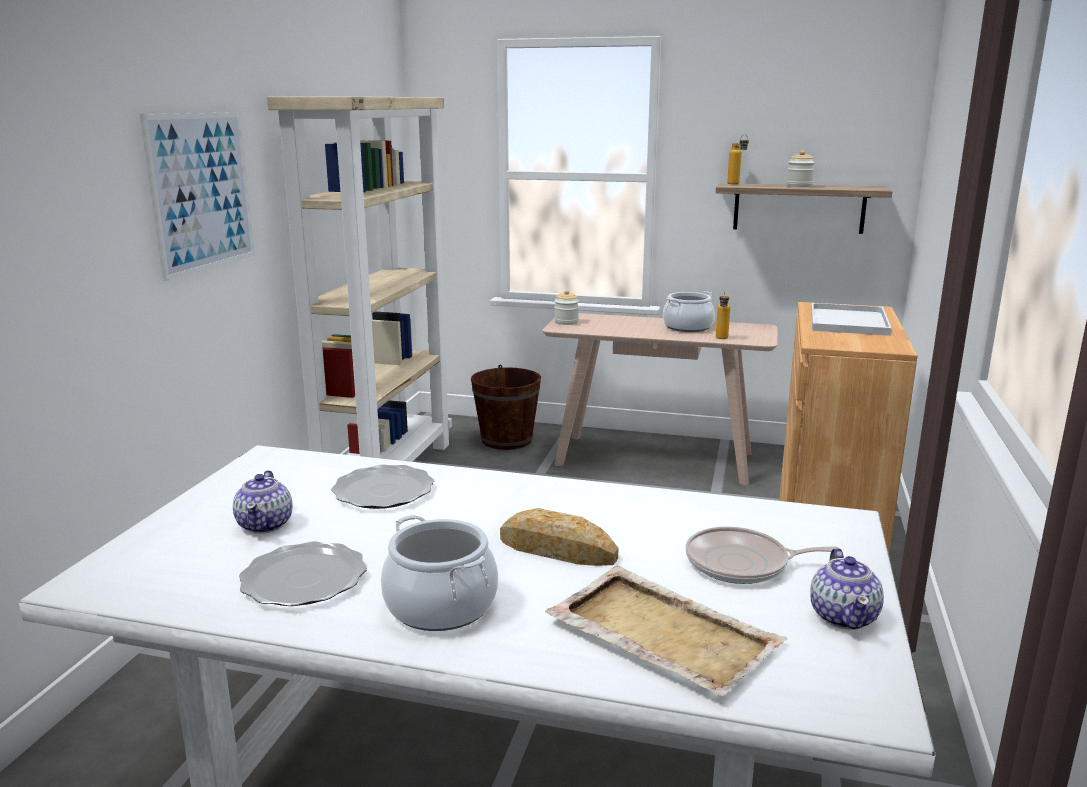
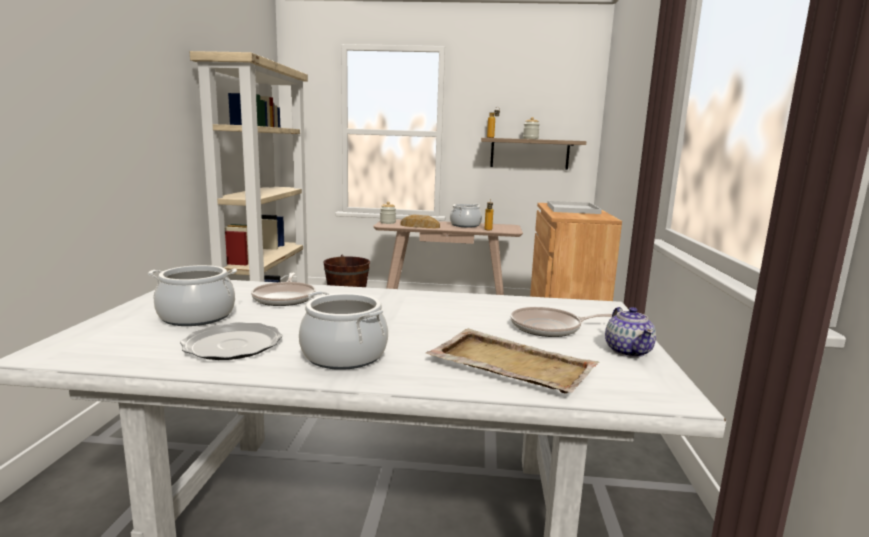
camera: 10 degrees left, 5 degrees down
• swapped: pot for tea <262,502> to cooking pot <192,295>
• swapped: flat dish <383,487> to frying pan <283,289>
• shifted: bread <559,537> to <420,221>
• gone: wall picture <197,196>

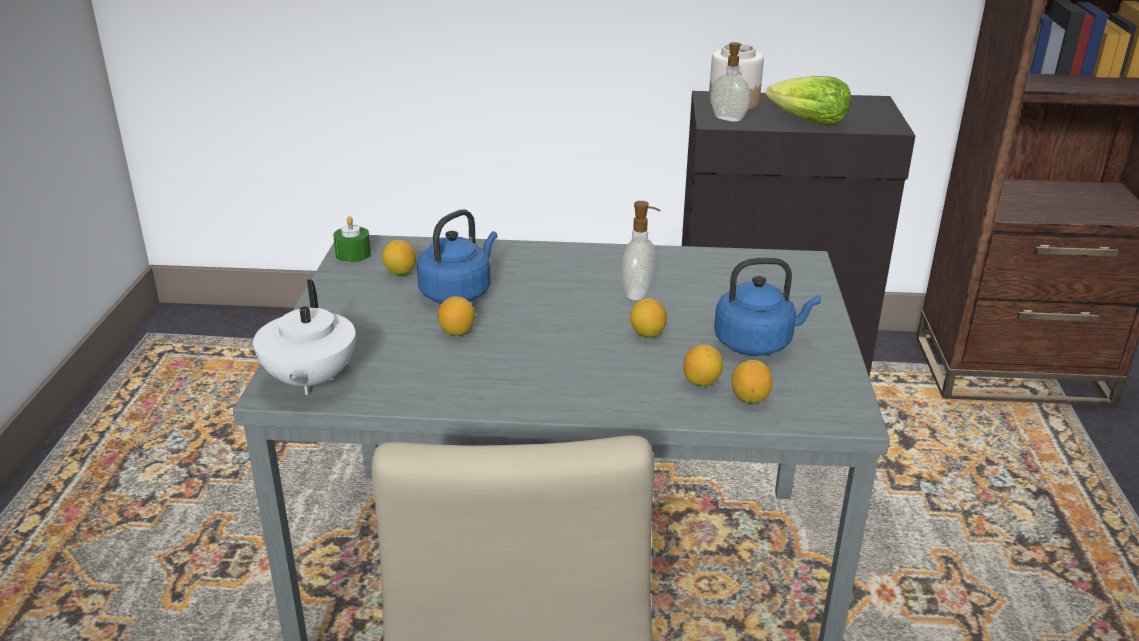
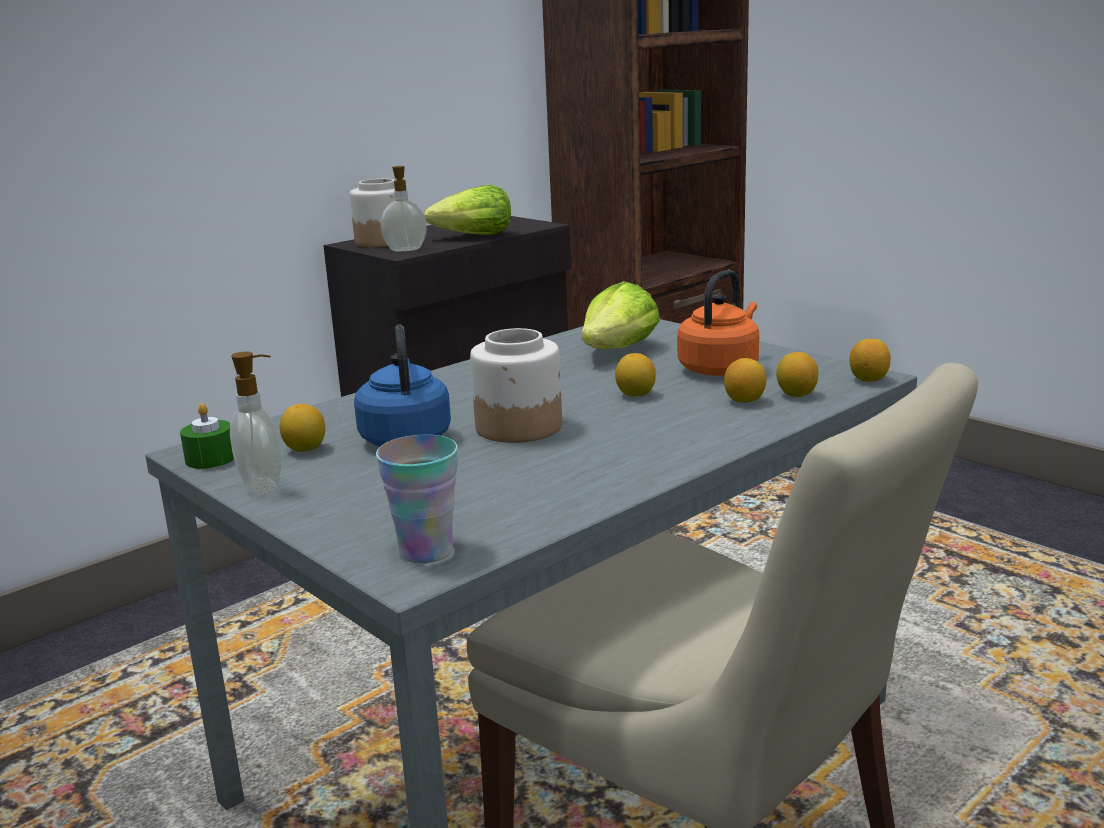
camera: 45 degrees left, 10 degrees down
• shifted: liquid soap bottle <641,250> to <255,423>
• swapped: pot for tea/whitish <304,337> to cup <417,499>
• new: preserve jar <516,385>
• new: head of lettuce <621,315>
• repainted: kettle/bluish <767,307> to kettle/orange <718,323>
• shifted: citrus fruit <456,316> to <870,360>

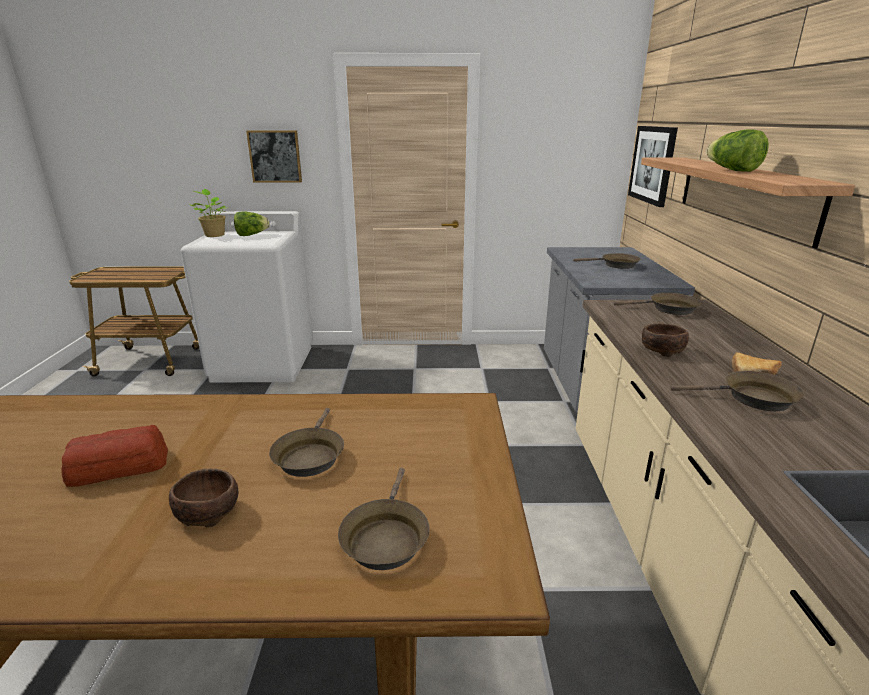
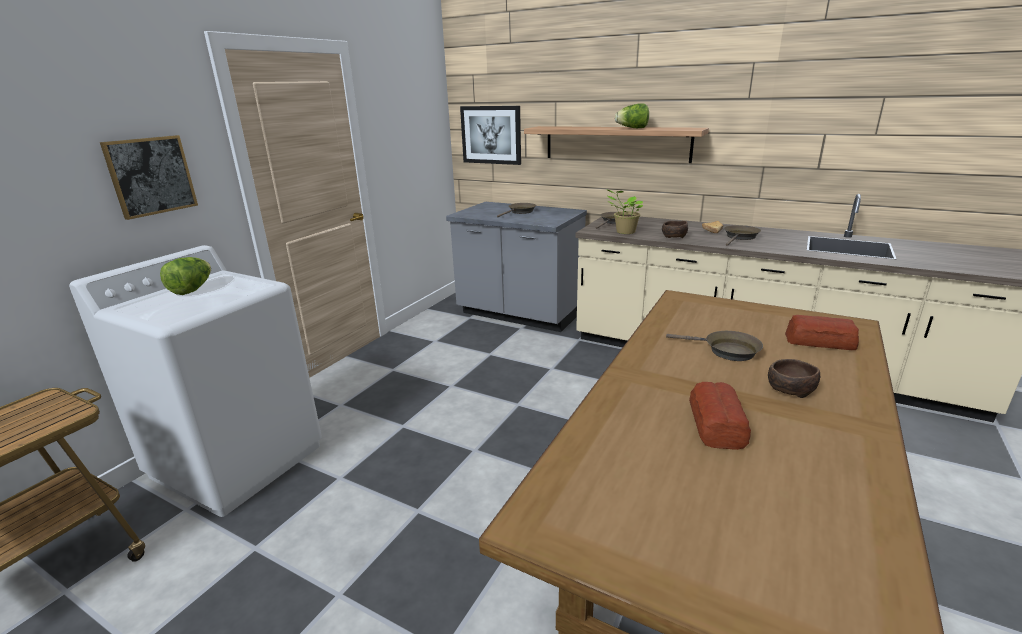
camera: 60 degrees left, 0 degrees up
• shifted: potted plant <207,213> to <624,211>
• swapped: frying pan/brown-coloured <384,519> to bread <822,332>

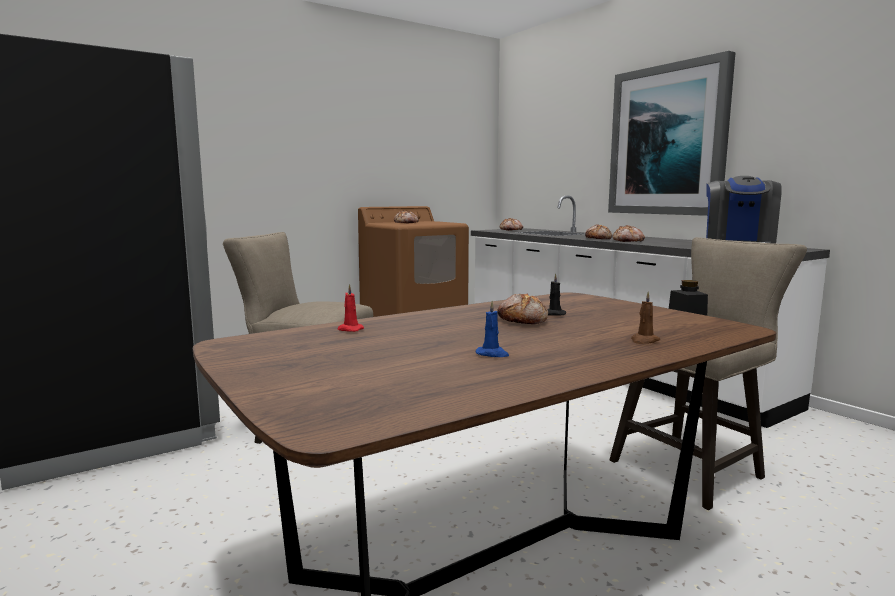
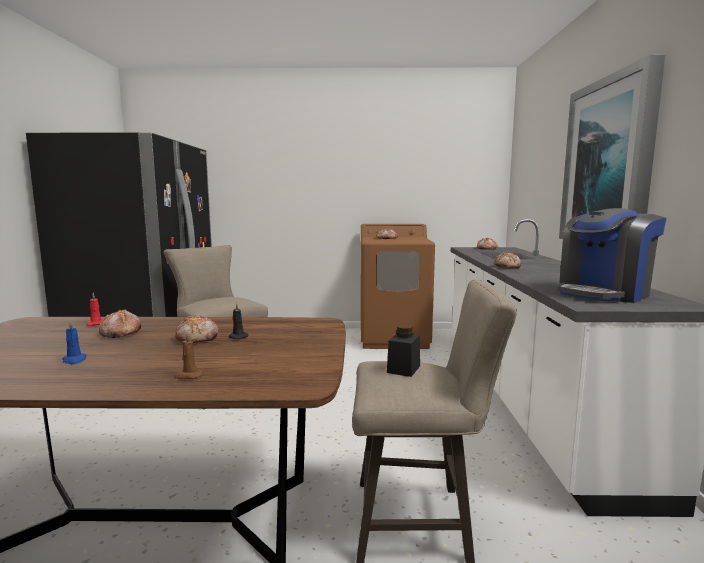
camera: 35 degrees right, 0 degrees up
• shifted: bread <628,233> to <120,324>

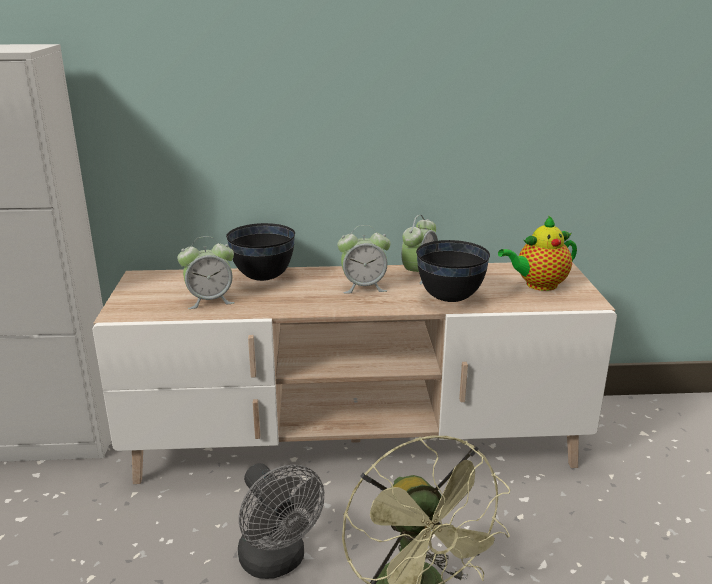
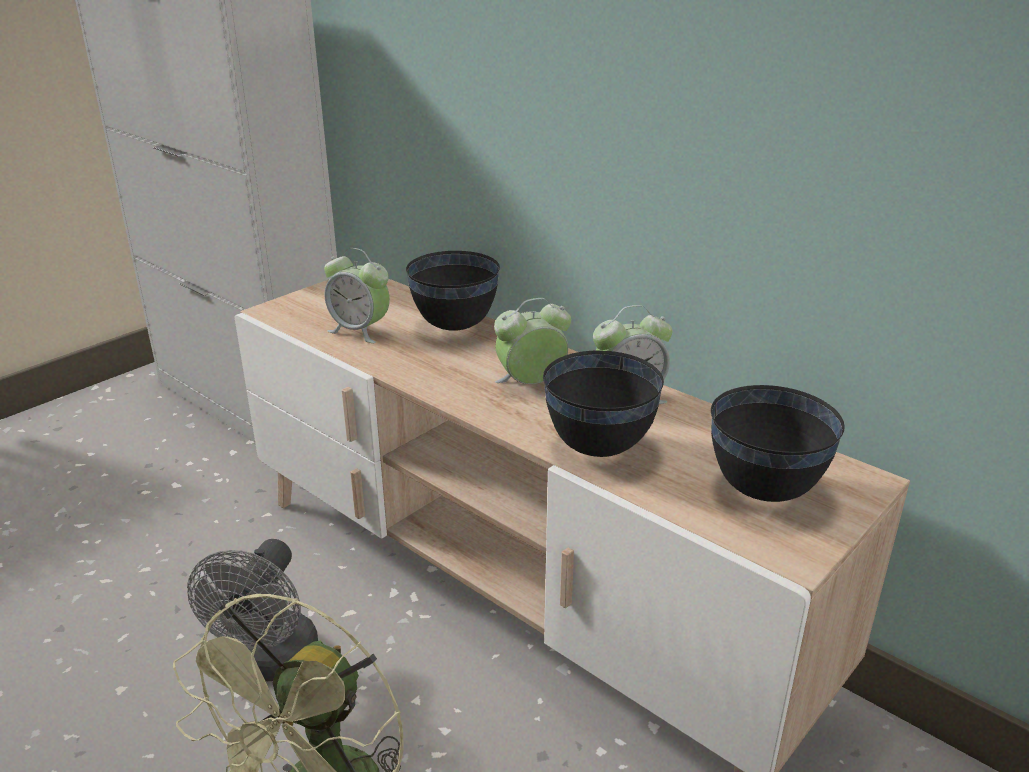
camera: 45 degrees right, 5 degrees up
• rotated: alarm clock <363,259> = <532,341> 120 degrees clockwise
• swapped: pot for tea <537,253> to serving bowl/blackish <778,443>

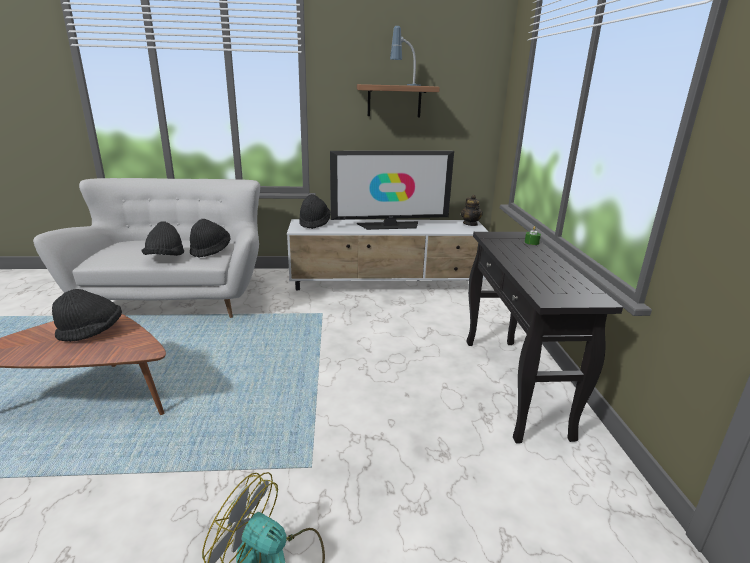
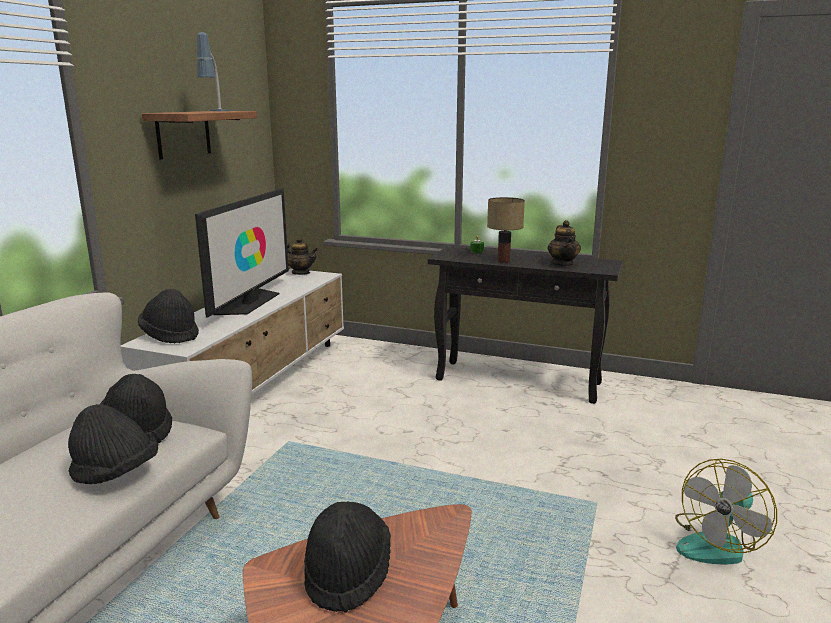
camera: 65 degrees left, 5 degrees down
• new: tabletop lamp <506,230>
• new: pot for tea <564,243>

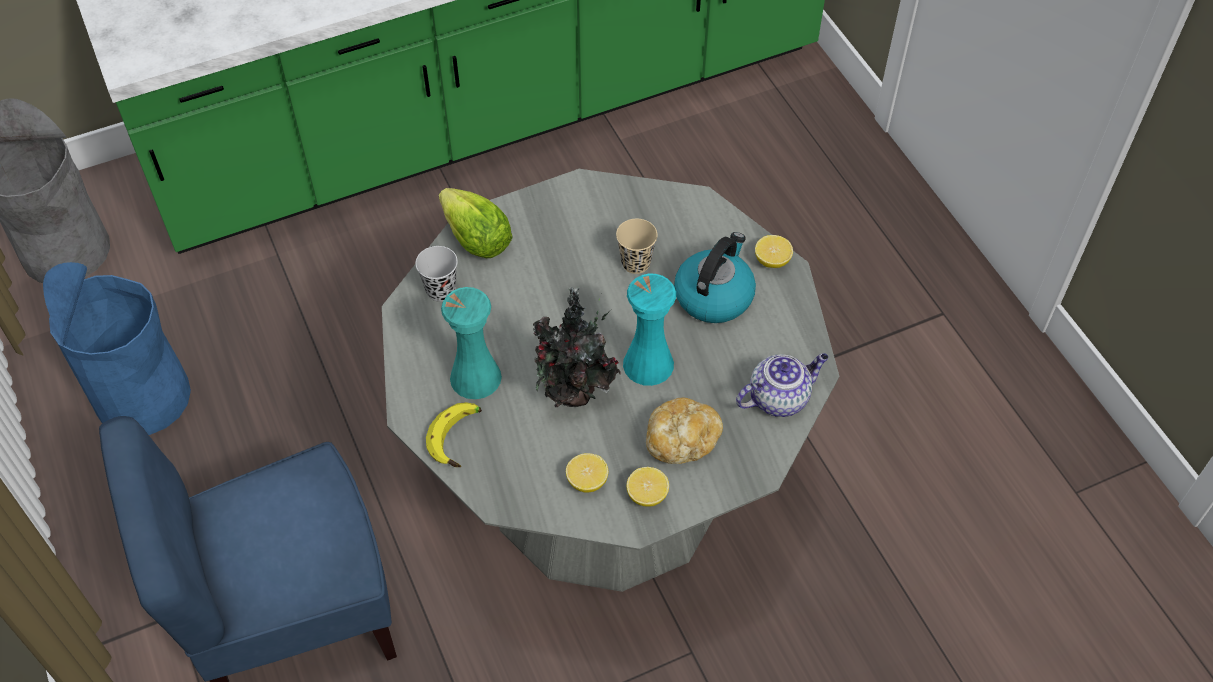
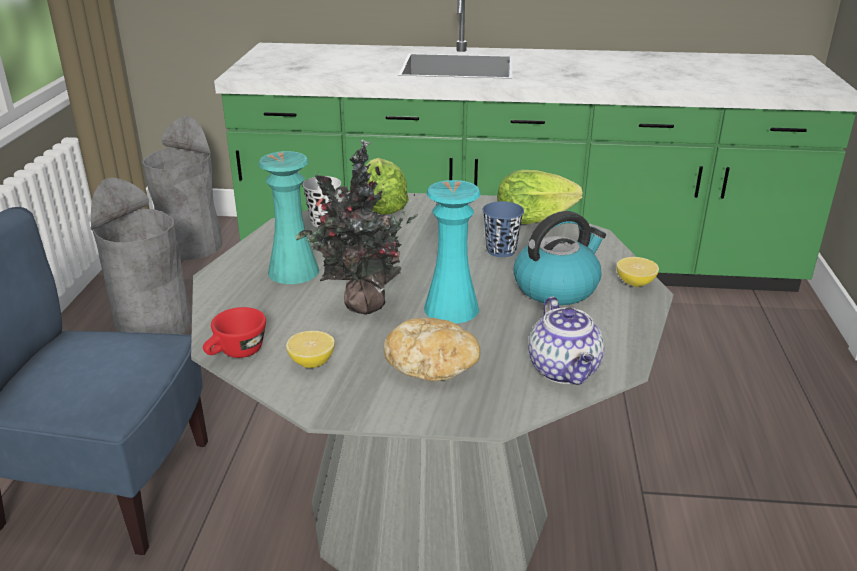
camera: 30 degrees right, 25 degrees down
• repainted: waste bin/bluish <117,348> to waste bin/gray <141,255>
• new: cup/reddish <234,332>
• repainted: cup/beige <637,246> to cup/bluish <503,229>
• new: head of lettuce <540,197>
• rotated: pot for tea <782,385> = <566,340> 75 degrees clockwise
• gone: banana <454,434>
• gone: citrus fruit <647,487>

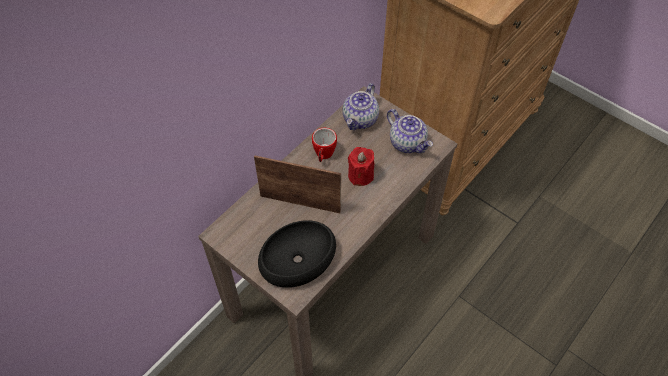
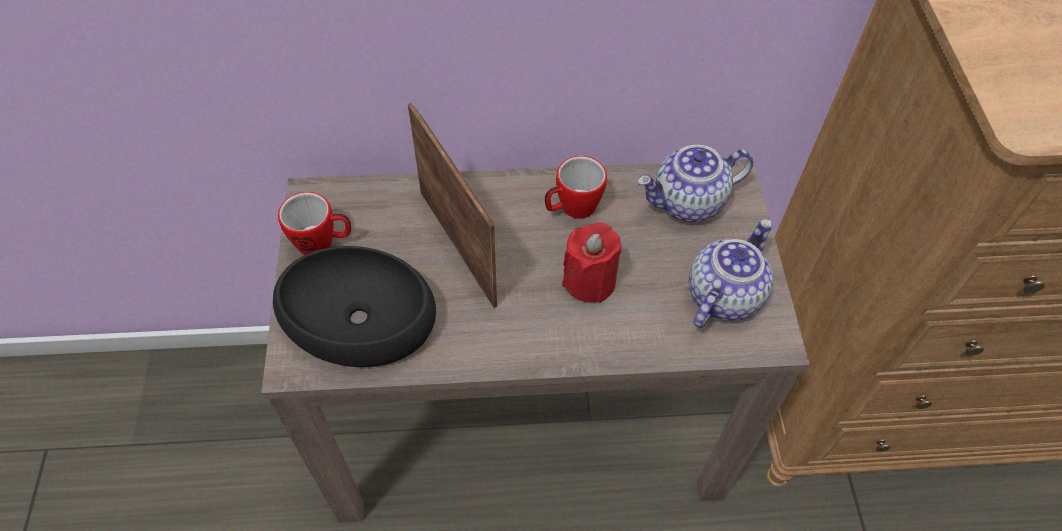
camera: 45 degrees right, 0 degrees up
• new: coffee mug <314,223>
• rotated: pot for tea <410,131> = <731,273> 150 degrees counterclockwise

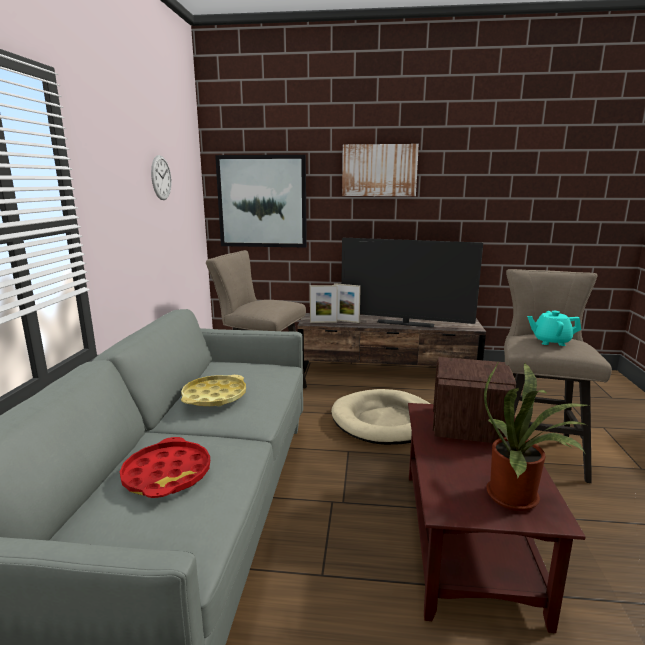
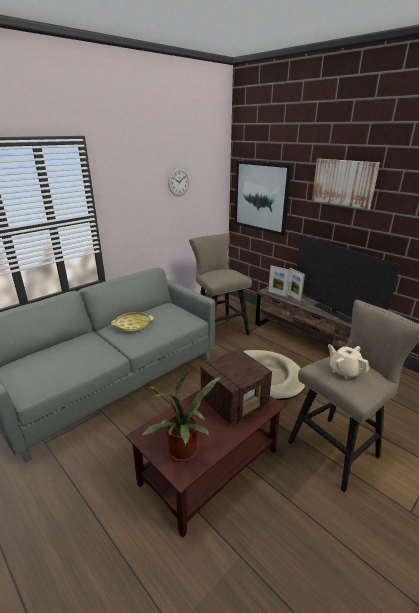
camera: 40 degrees right, 10 degrees up
• repainted: pot for tea/turquoise-coloured <554,328> to pot for tea/beige <348,362>
• gone: carrying tray/reddish <165,467>

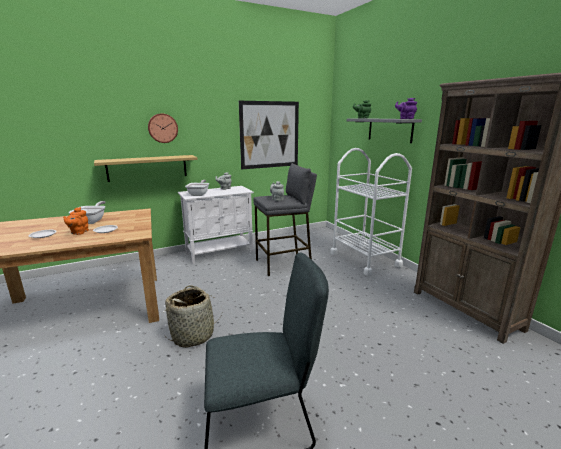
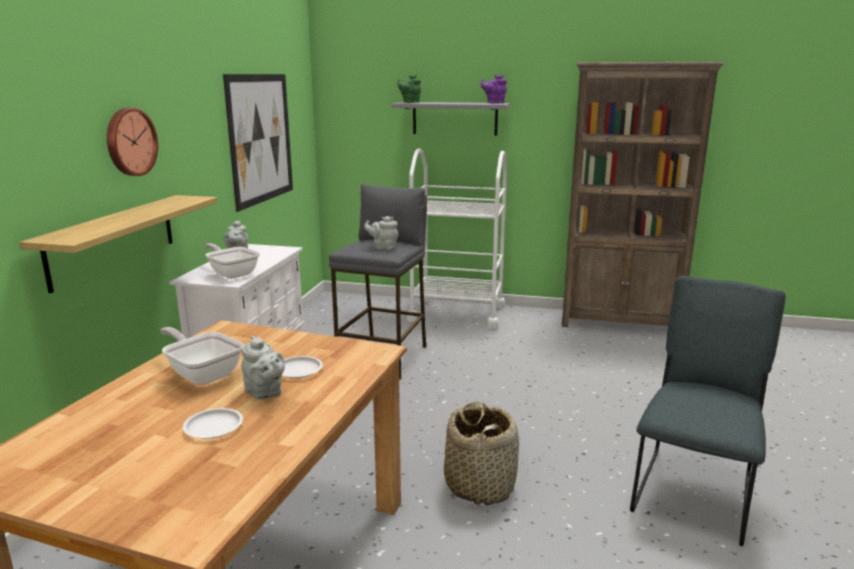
camera: 50 degrees left, 0 degrees up
• repainted: pot for tea/orange <76,221> to pot for tea/gray <263,367>

